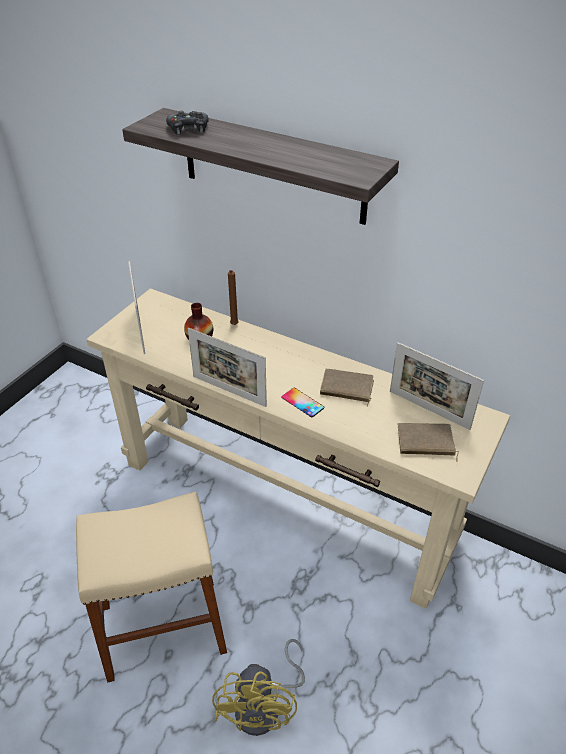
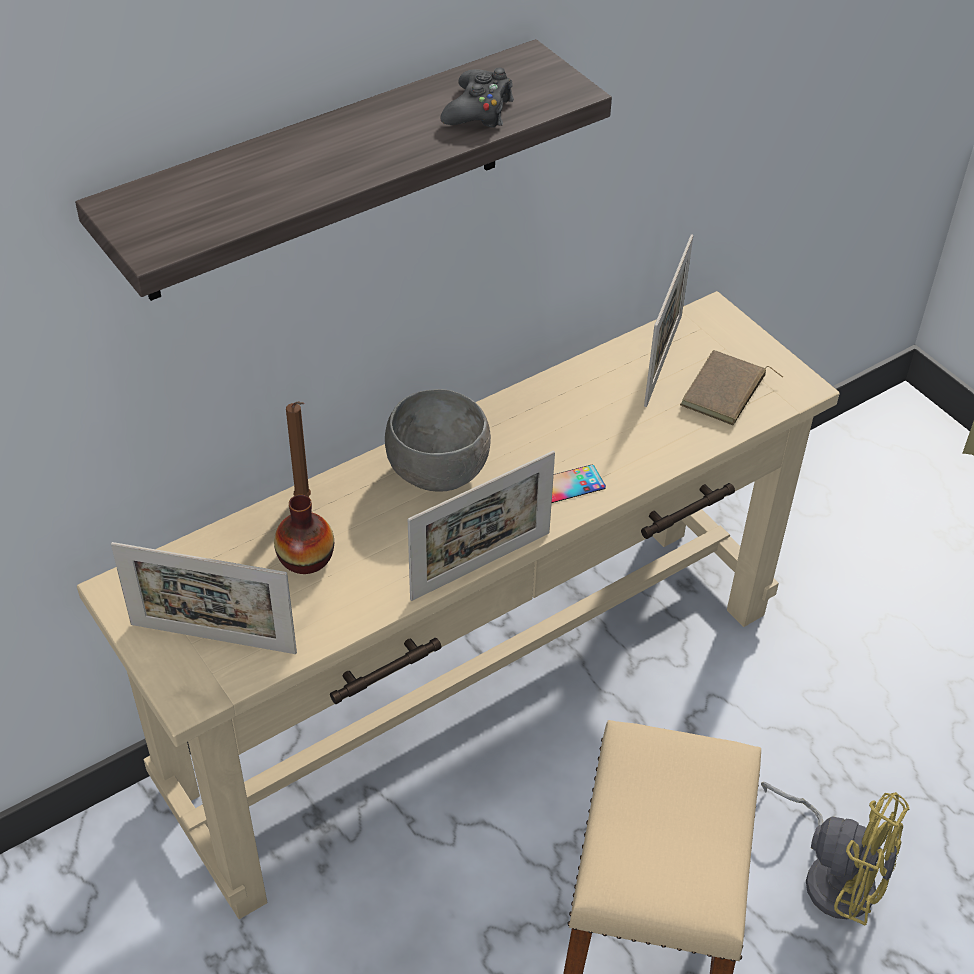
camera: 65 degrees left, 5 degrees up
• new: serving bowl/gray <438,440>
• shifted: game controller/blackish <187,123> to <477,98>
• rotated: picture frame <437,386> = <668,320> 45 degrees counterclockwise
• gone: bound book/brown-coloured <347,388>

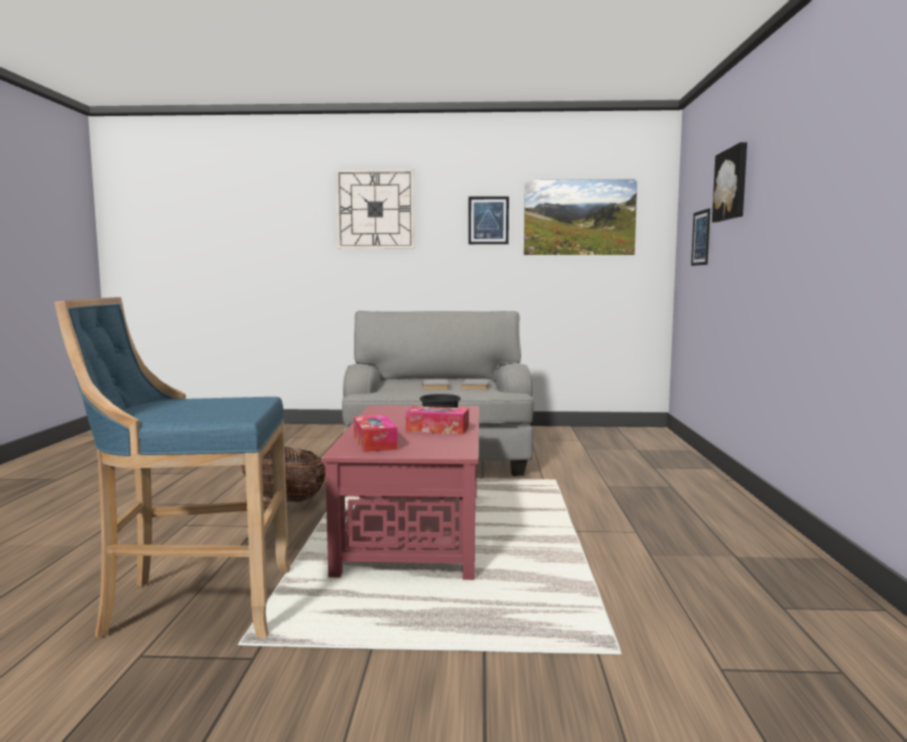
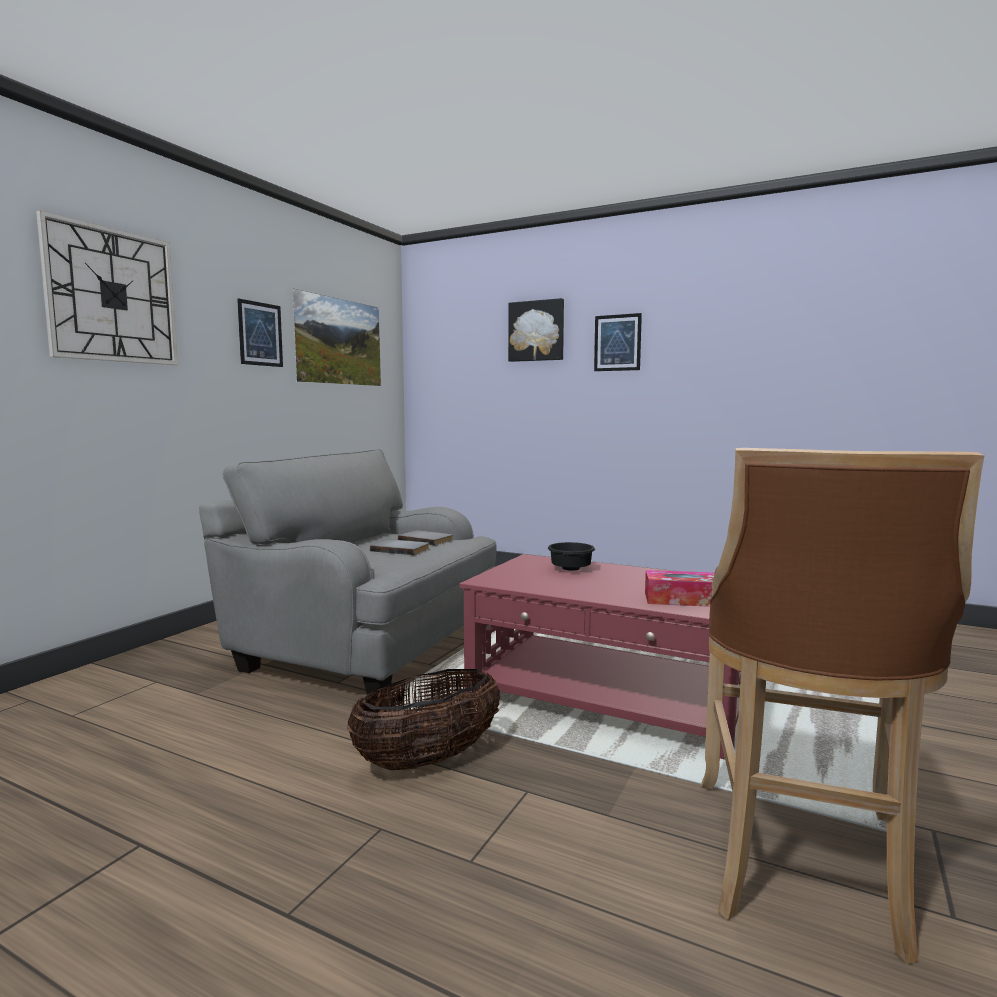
camera: 65 degrees left, 0 degrees up
• shifted: wall picture <700,237> to <618,342>
• repainted: sitting stool/bluish <172,467> to sitting stool/brown-coloured <842,706>
• gone: box of tissues <437,420>

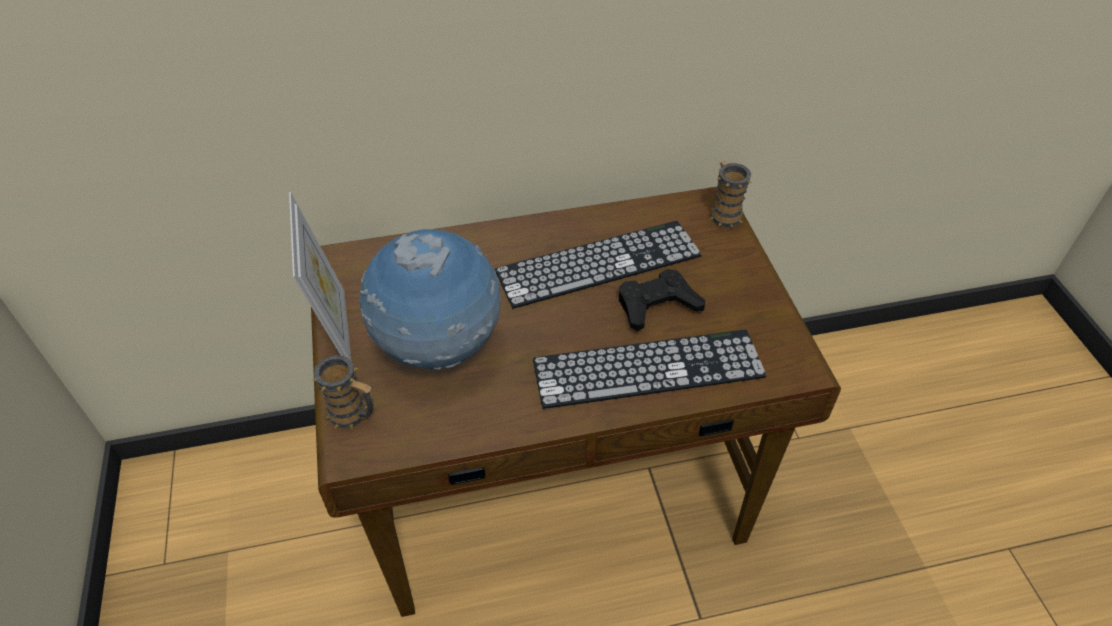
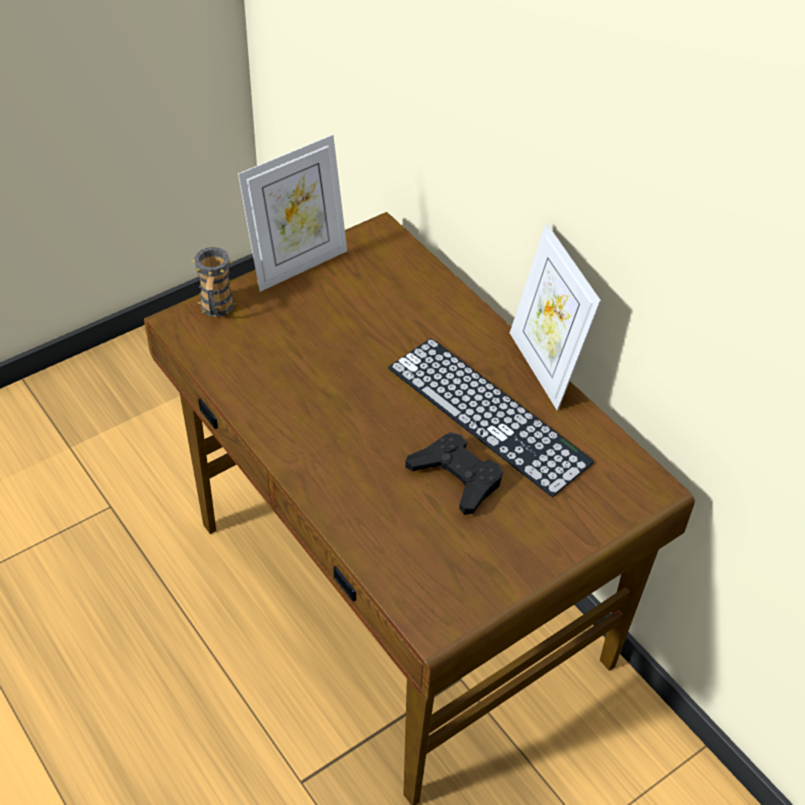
camera: 65 degrees right, 0 degrees up
• new: picture frame <555,317>
• gone: world globe <430,299>
• gone: keyboard <650,369>
• gone: coffee mug <731,194>

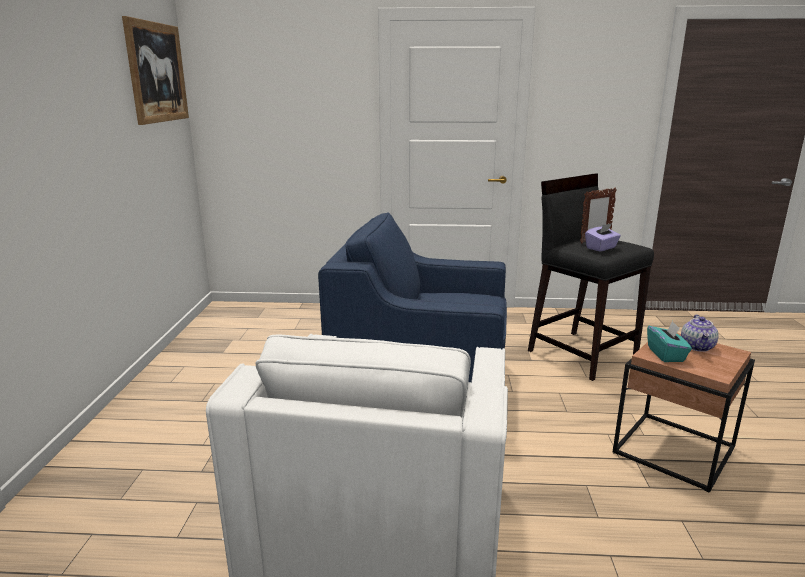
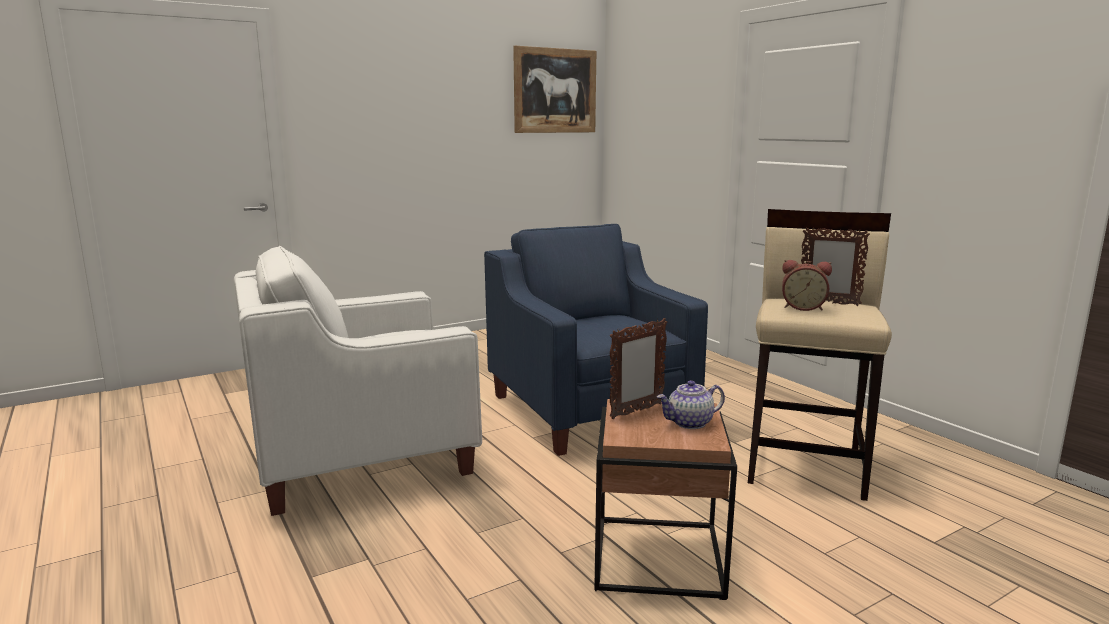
camera: 55 degrees right, 5 degrees down
• swapped: box of tissues/turquoise-coloured <669,341> to picture frame <638,368>
• repainted: sitting stool/blackish <591,277> to sitting stool/beige <820,355>
• swapped: box of tissues/purple <603,237> to alarm clock <807,285>

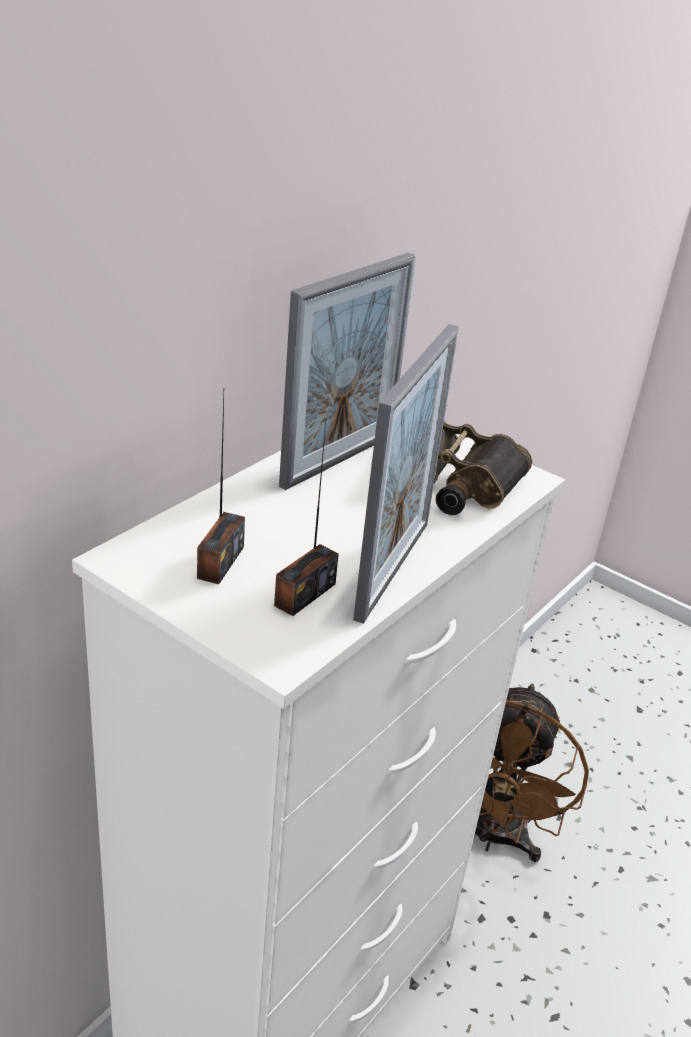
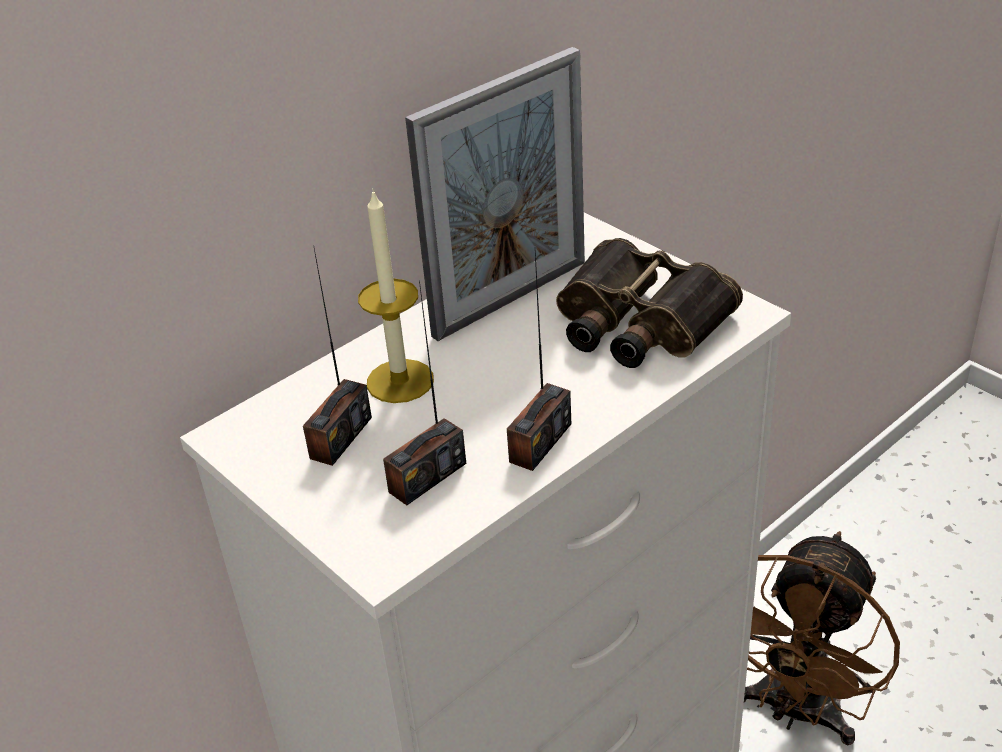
camera: 15 degrees right, 5 degrees up
• new: wax light <396,295>
• swapped: picture frame <406,474> to radio <539,361>

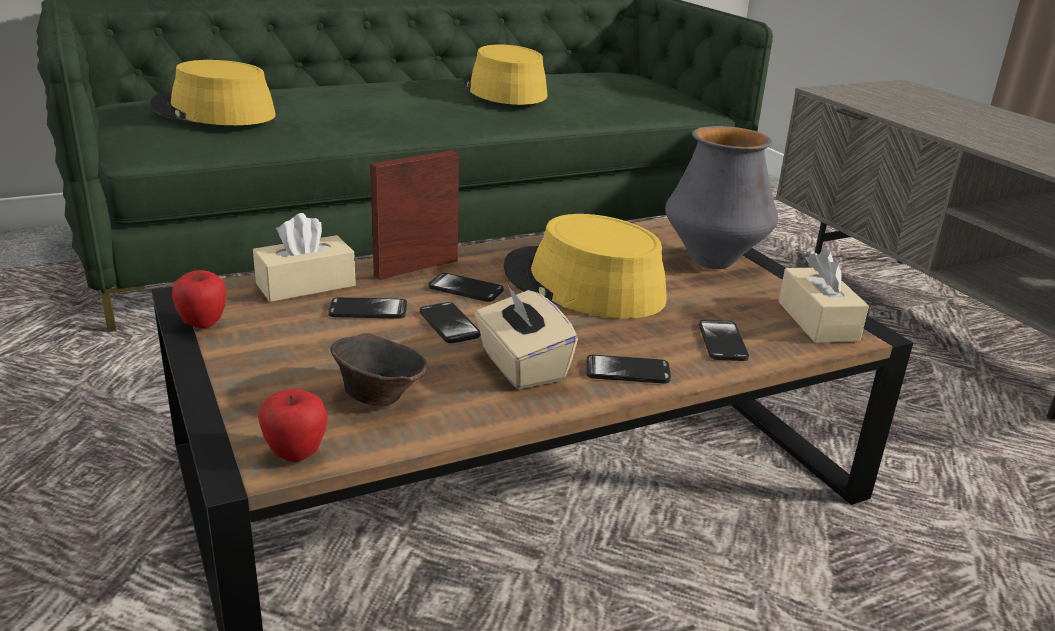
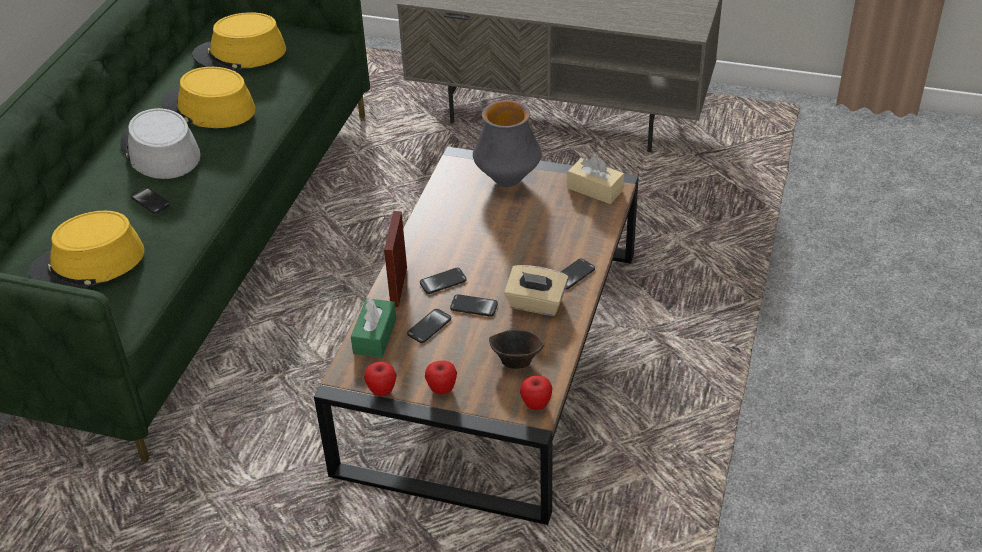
camera: 45 degrees left, 15 degrees up
• new: clothing hat/gray <160,143>
• shifted: handset <724,340> to <150,200>
• shifted: clothing hat/yellow-coloured <585,266> to <239,41>
• repainted: box of tissues/beige <304,257> to box of tissues/green-coloured <374,327>
• new: apple <441,378>

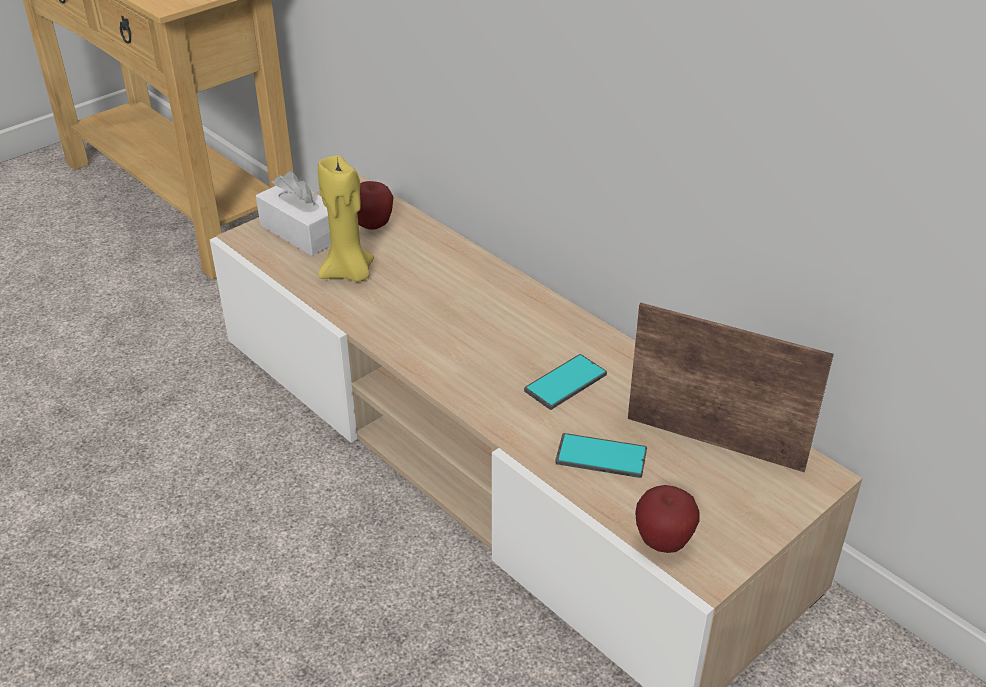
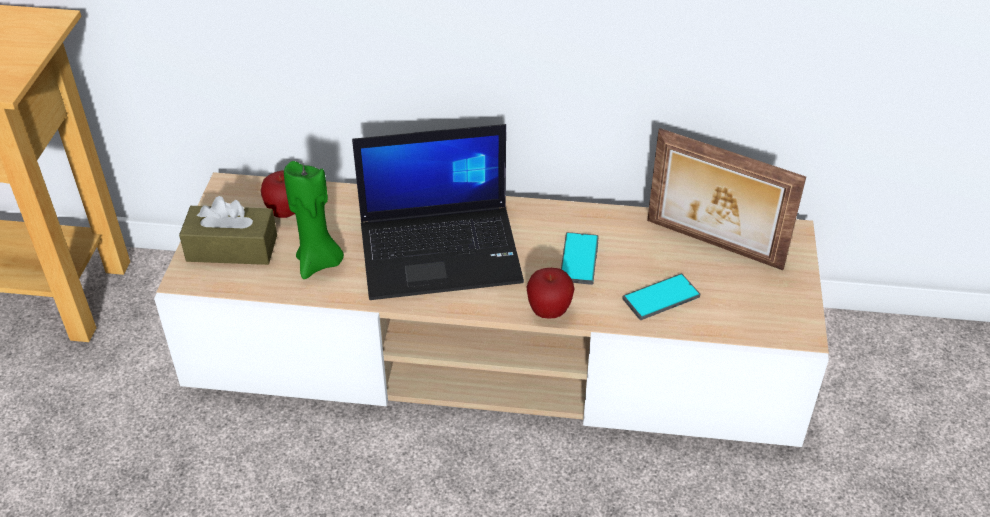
camera: 40 degrees left, 5 degrees up
• repainted: box of tissues/whitish <293,213> to box of tissues/brown-coloured <228,230>
• repainted: wax light/yellow-coloured <346,219> to wax light/green-coloured <314,220>
• new: notebook computer <438,212>
• shifted: apple <667,519> to <550,293>
• rotated: picture frame <731,387> = <726,199> 135 degrees counterclockwise

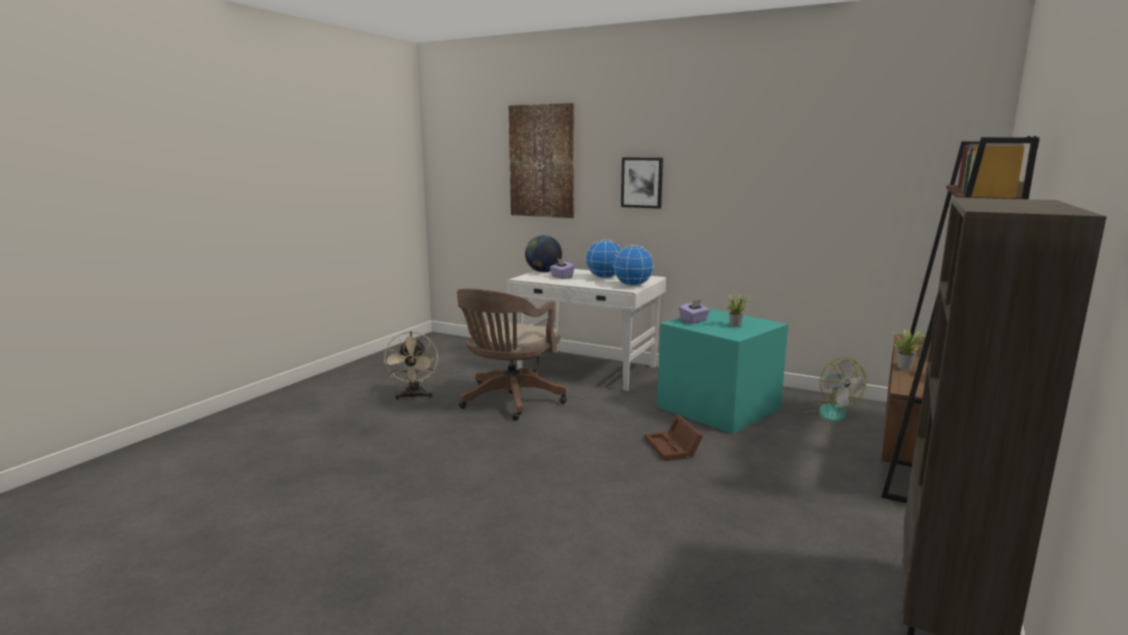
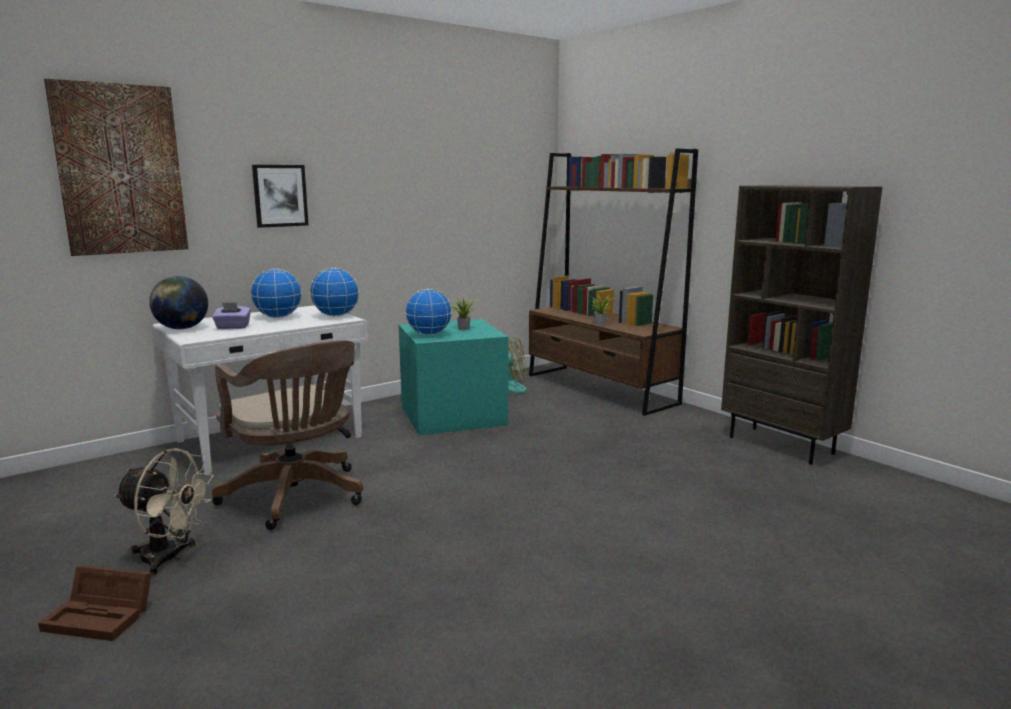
camera: 65 degrees left, 0 degrees up
• shifted: storage container/brown-coloured <674,437> to <95,603>
• swapped: box of tissues/purple <694,311> to world globe <428,312>

